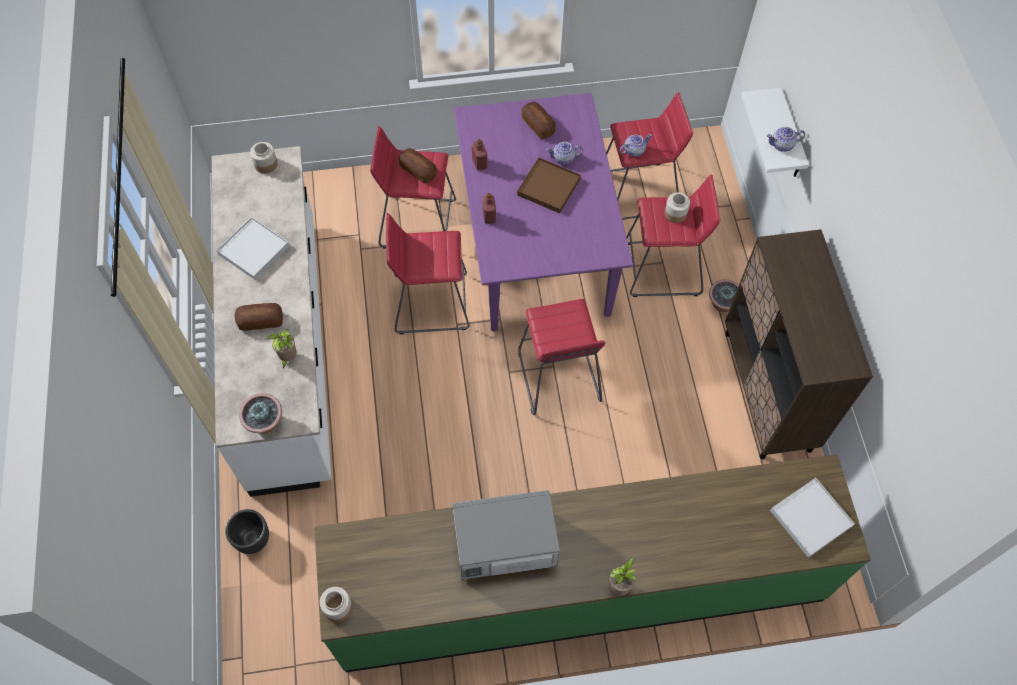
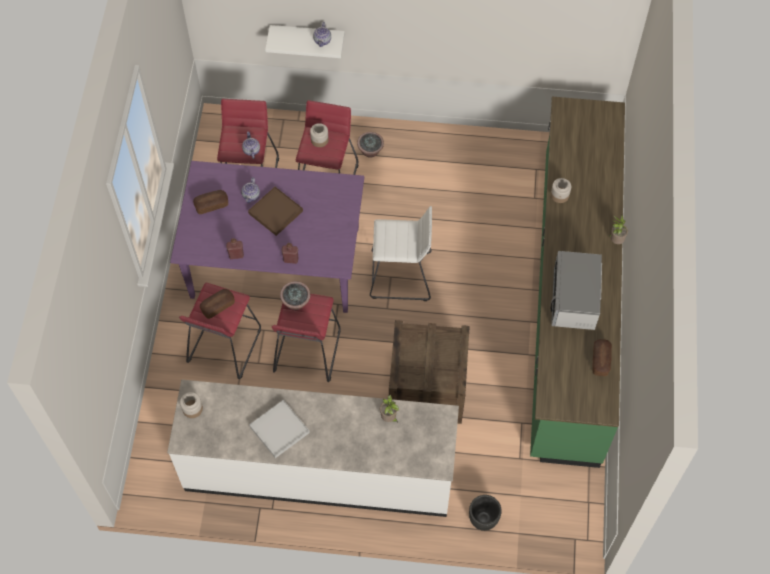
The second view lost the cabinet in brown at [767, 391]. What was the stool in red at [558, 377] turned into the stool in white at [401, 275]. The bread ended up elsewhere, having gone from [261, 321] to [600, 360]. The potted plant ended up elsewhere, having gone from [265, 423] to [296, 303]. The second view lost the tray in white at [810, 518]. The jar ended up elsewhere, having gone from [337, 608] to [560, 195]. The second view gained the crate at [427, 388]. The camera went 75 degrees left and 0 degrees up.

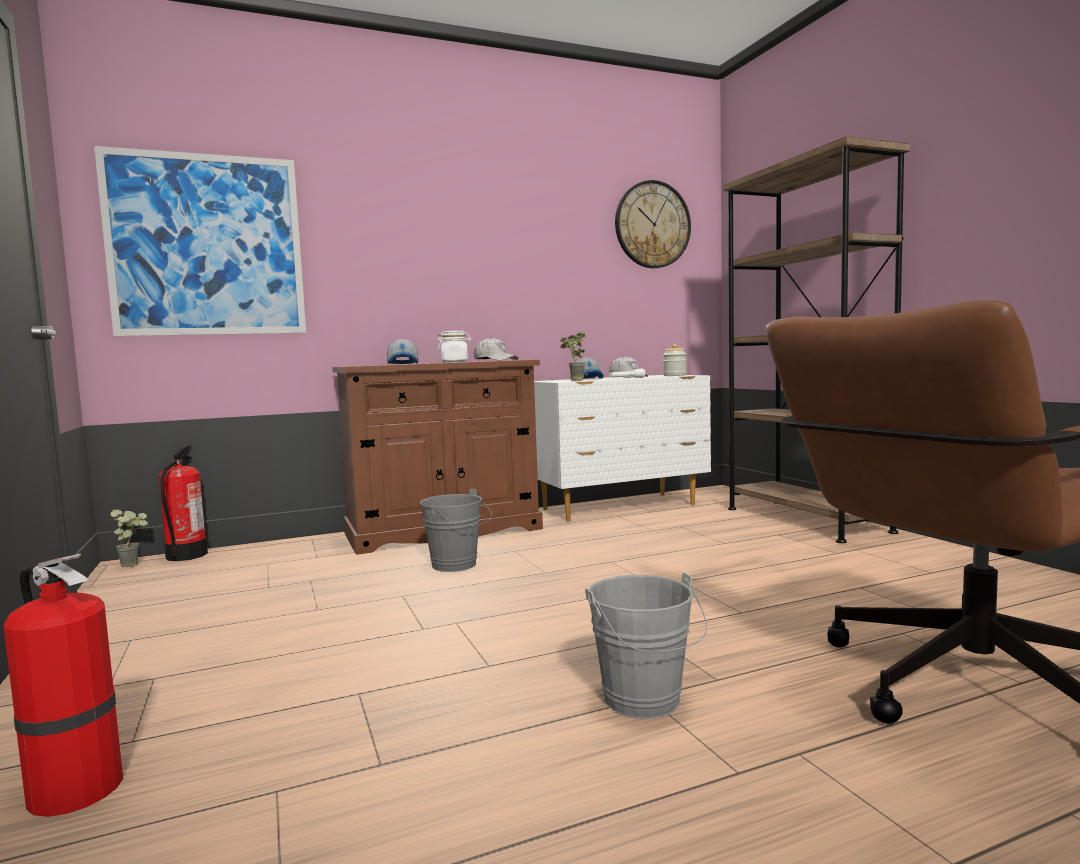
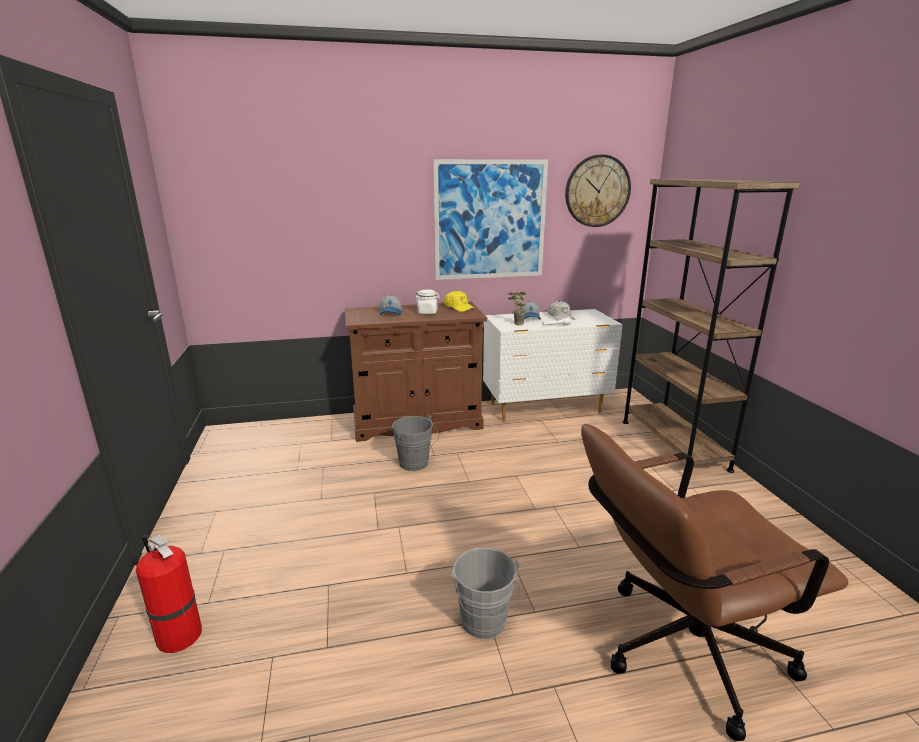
The picture ended up elsewhere, having gone from [207, 245] to [490, 220]. What was the cap in white at [495, 360] turned into the cap in yellow at [458, 307]. The second view lost the jar at [675, 375]. The second view lost the fire extinguisher at [186, 555]. The second view lost the potted plant at [134, 564]. The camera went 10 degrees right and 15 degrees up.

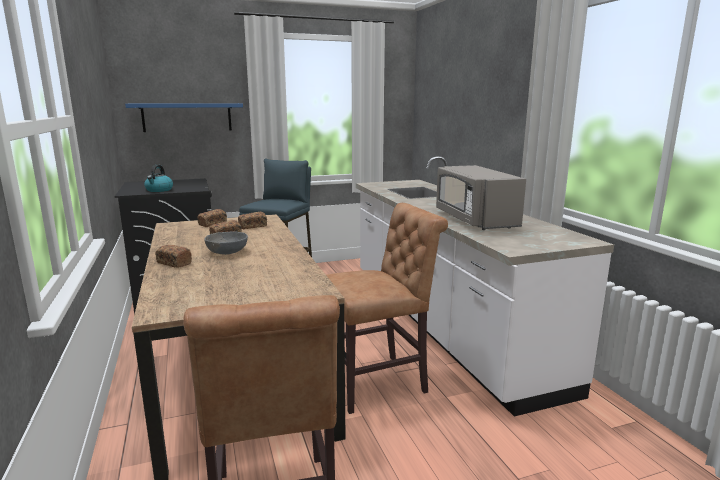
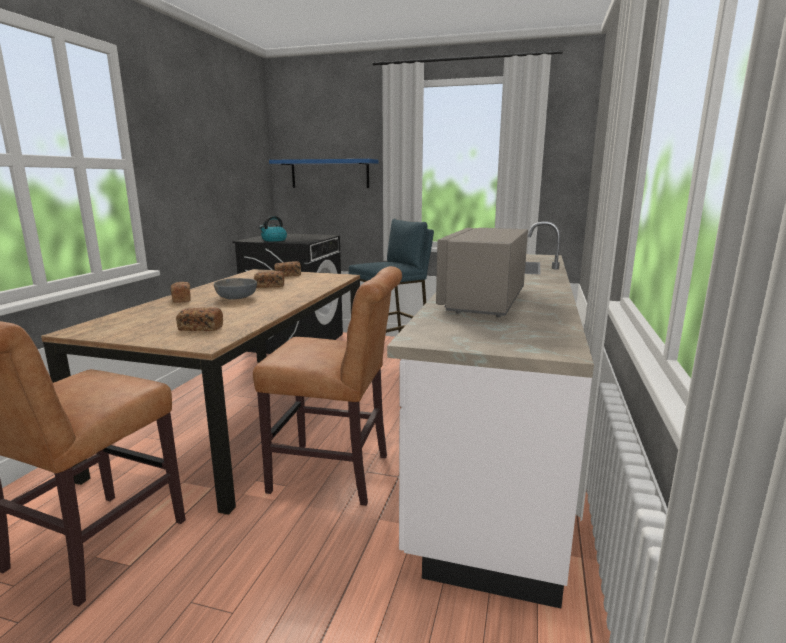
The bread ended up elsewhere, having gone from [253, 226] to [200, 328]. The camera went 35 degrees right and 0 degrees up.

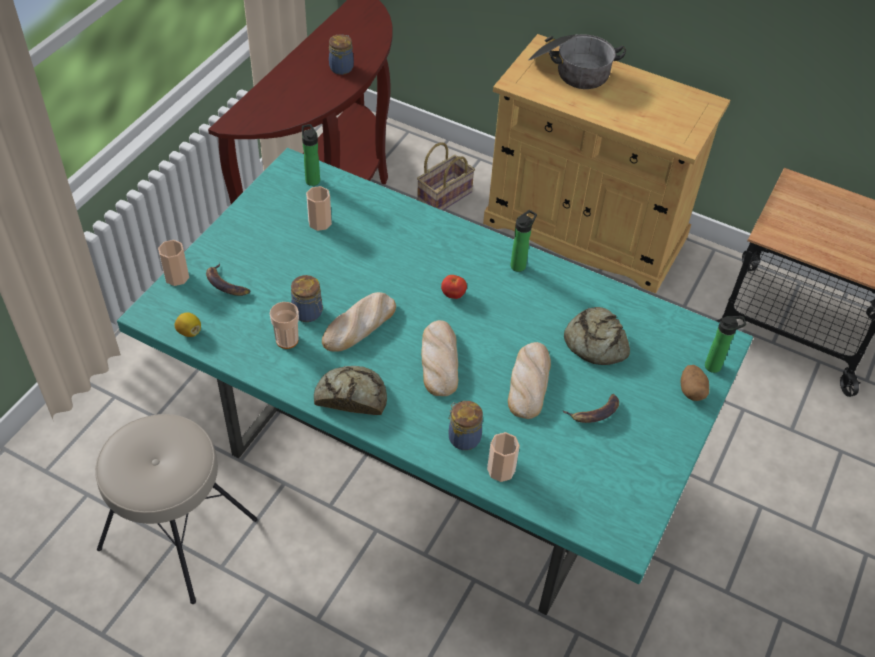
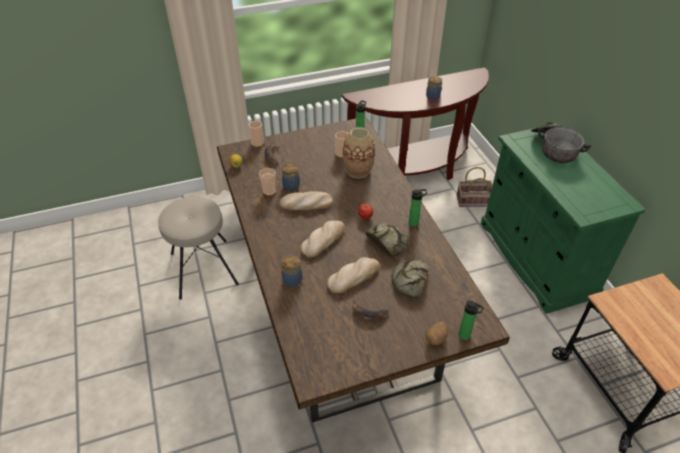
What was the cabinet in beige at [584, 231] turned into the cabinet in green at [536, 258]. What was the dining table in turquoise at [429, 451] turned into the dining table in brown at [339, 308]. The bread ended up elsewhere, having gone from [351, 395] to [387, 242]. The second view lost the cup at [501, 470]. The second view gained the vase at [358, 171]. The camera went 45 degrees right and 5 degrees down.

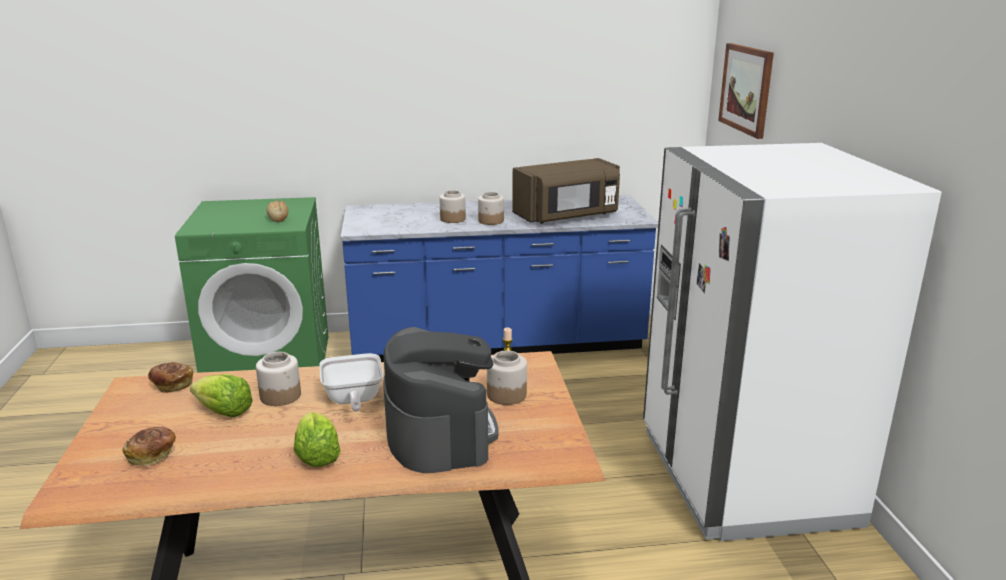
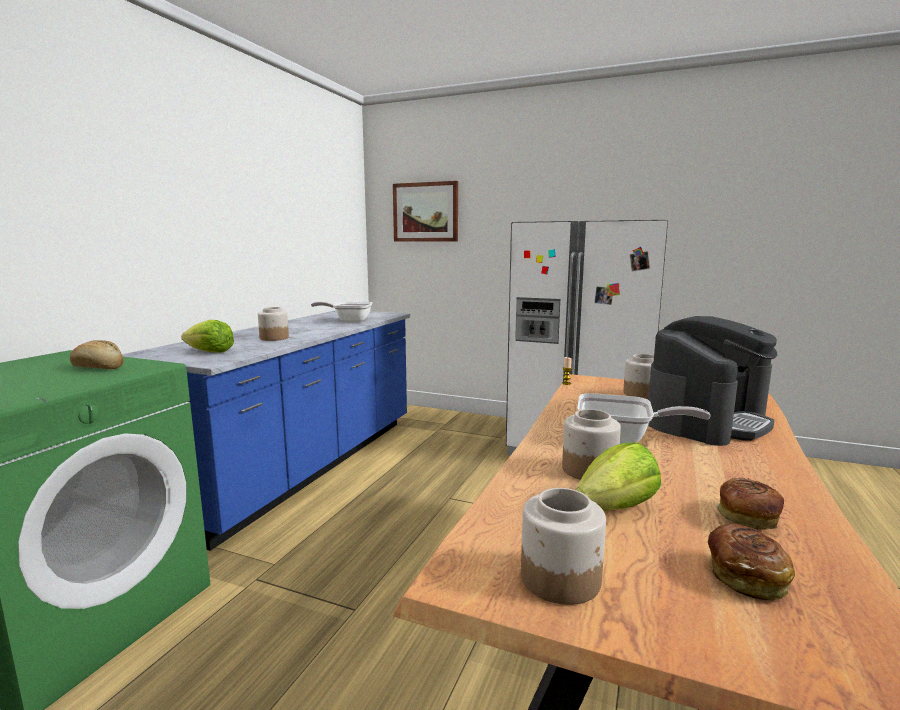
Where the microwave in brown stood at [567, 216], the frying pan came to stand at [349, 321]. The jar ended up elsewhere, having gone from [491, 221] to [561, 578]. The coffee machine at [439, 433] ended up facing another way, 120 degrees clockwise from before. The bread ended up elsewhere, having gone from [172, 385] to [747, 518]. The lettuce ended up elsewhere, having gone from [317, 456] to [210, 352]. The camera went 60 degrees left and 10 degrees down.

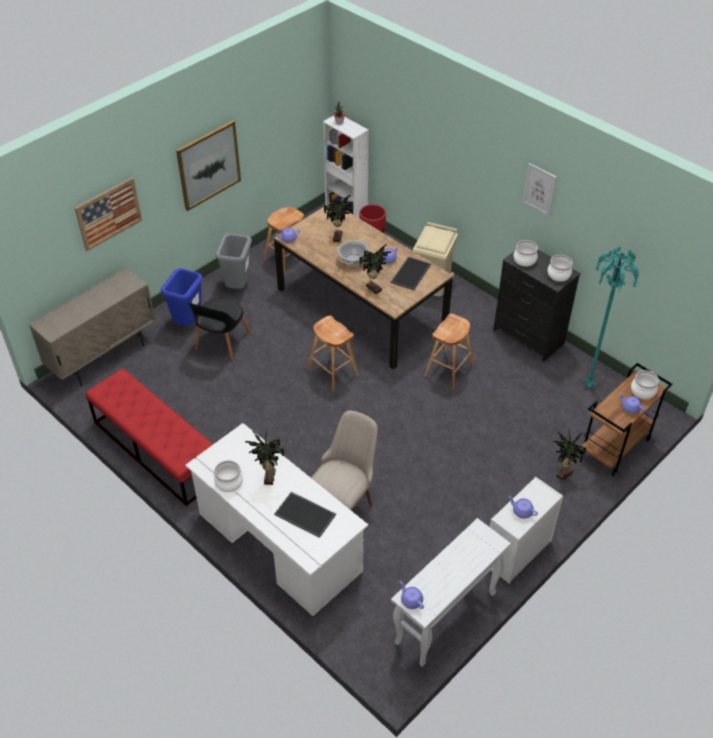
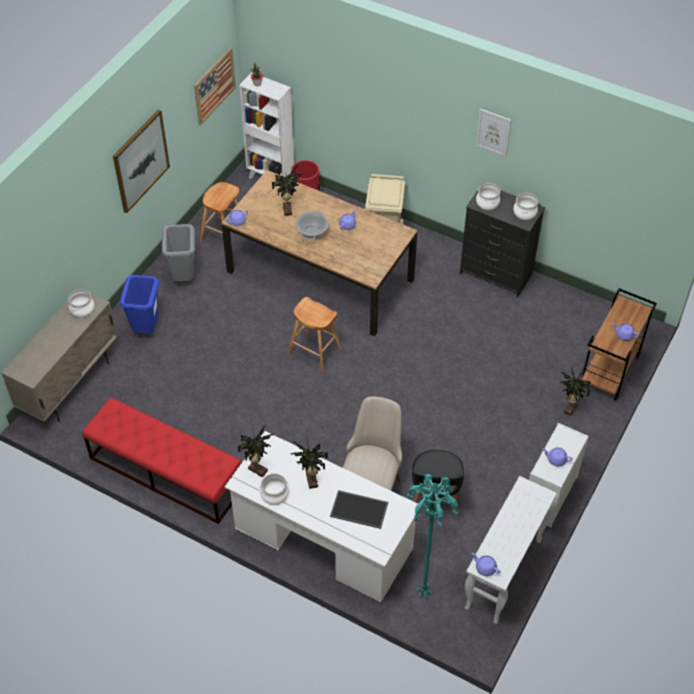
The picture ended up elsewhere, having gone from [108, 213] to [214, 86]. The potted plant ended up elsewhere, having gone from [374, 288] to [258, 469]. The floor lamp in turquoise ended up elsewhere, having gone from [588, 386] to [423, 594]. The second view lost the tray at [410, 273]. The chair in black ended up elsewhere, having gone from [221, 343] to [435, 498]. The second view lost the stool in brown at [449, 370]. The cooking pot ended up elsewhere, having gone from [643, 391] to [82, 309]. The camera went 15 degrees left and 5 degrees up.

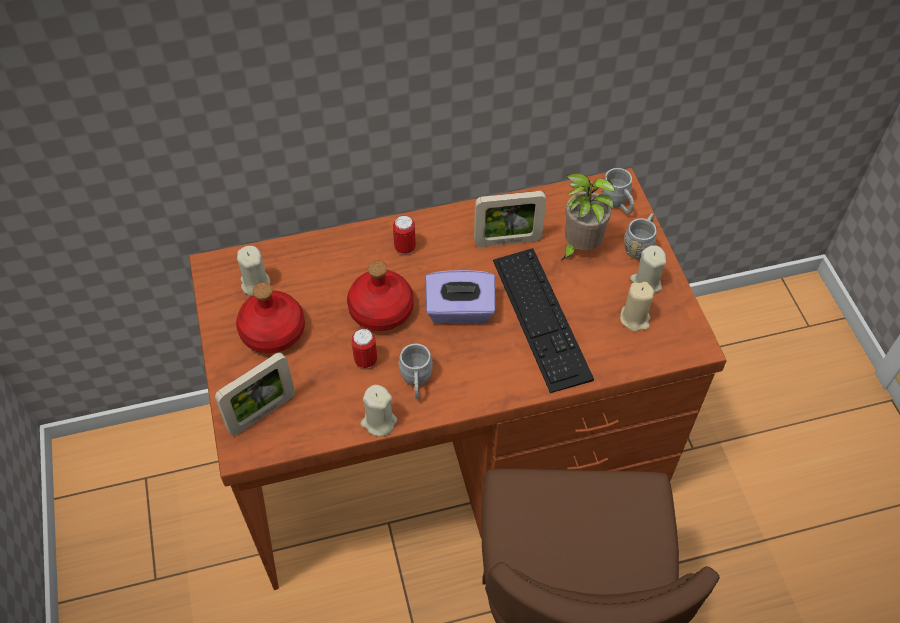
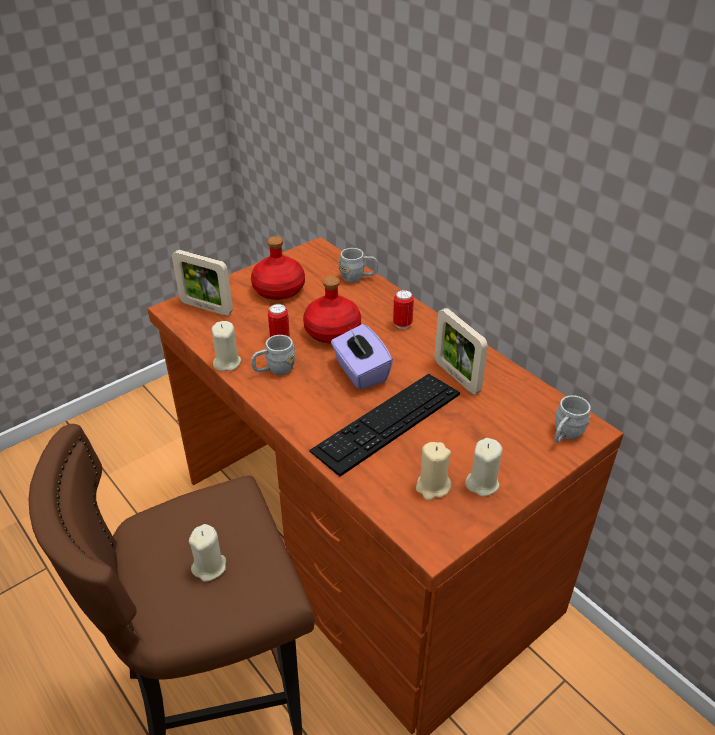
The second view lost the potted plant at [579, 247]. The mug in grey ended up elsewhere, having gone from [640, 245] to [358, 277]. The candle in beige ended up elsewhere, having gone from [255, 284] to [209, 566]. The camera went 65 degrees right and 15 degrees down.

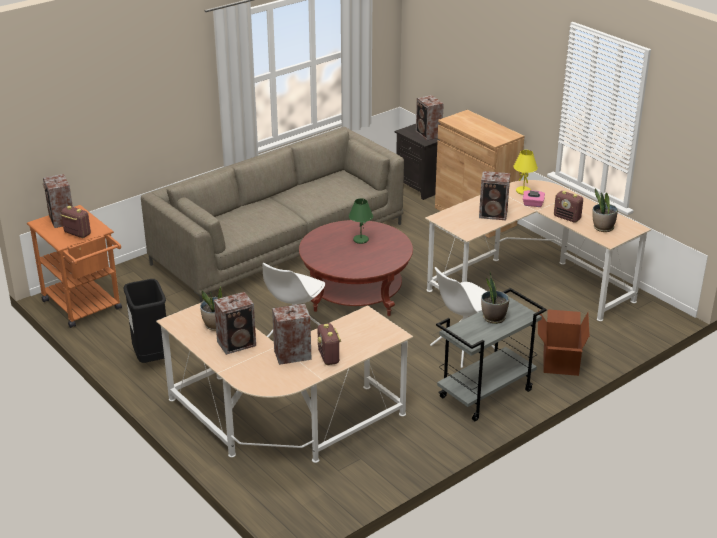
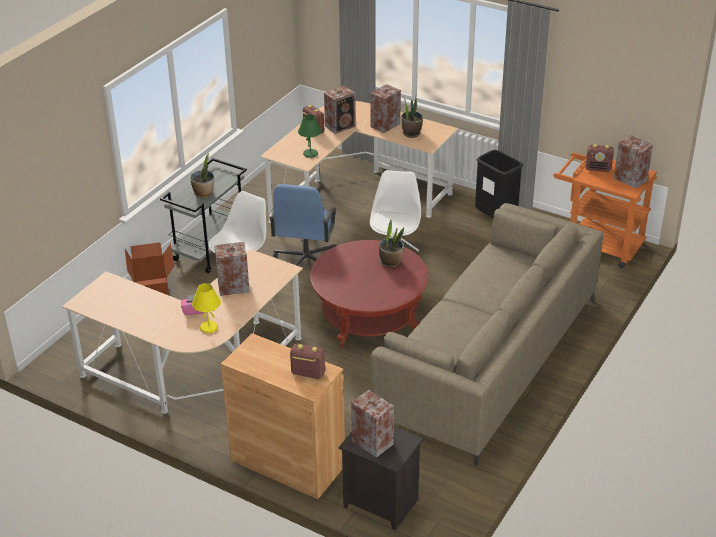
The potted plant ended up elsewhere, having gone from [603, 228] to [390, 262]. The radio ended up elsewhere, having gone from [567, 218] to [307, 373]. The table lamp in green ended up elsewhere, having gone from [360, 240] to [310, 154]. The second view gained the office chair in blue at [305, 260]. The camera went 160 degrees right and 5 degrees up.

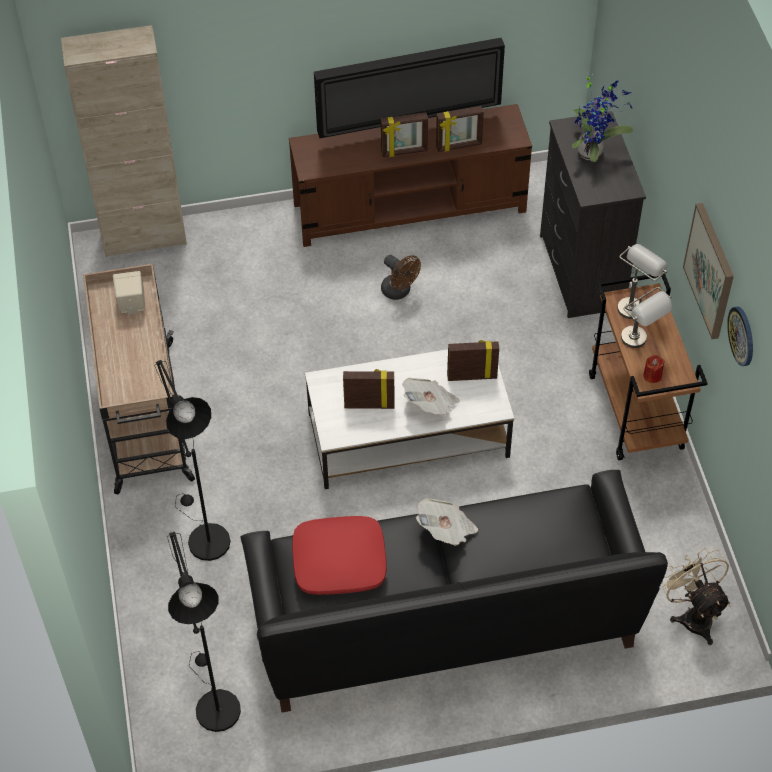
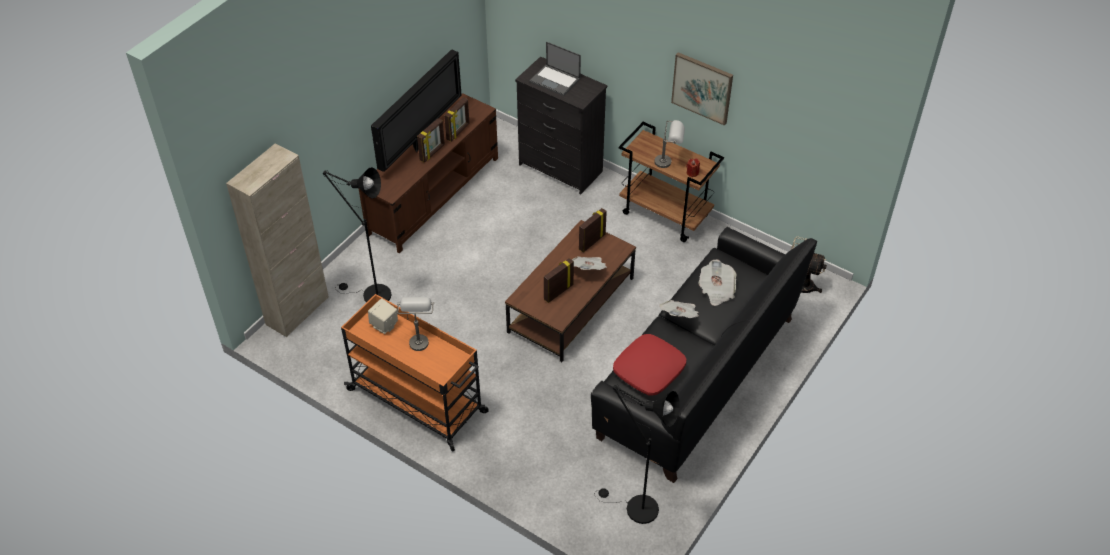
Where the potted plant stood at [593, 151], the laptop came to stand at [555, 80]. The table lamp in grey ended up elsewhere, having gone from [635, 303] to [418, 338]. The second view lost the fan in brown at [399, 291]. What was the cart in beige at [144, 418] turned into the cart in orange at [418, 401]. The second view lost the wall clock at [742, 336]. What was the coffee table in white at [408, 435] turned into the coffee table in brown at [571, 305]. The floor lamp in black ended up elsewhere, having gone from [204, 536] to [371, 295]. The second view gained the newspaper at [716, 290]. The camera went 45 degrees left and 5 degrees down.

